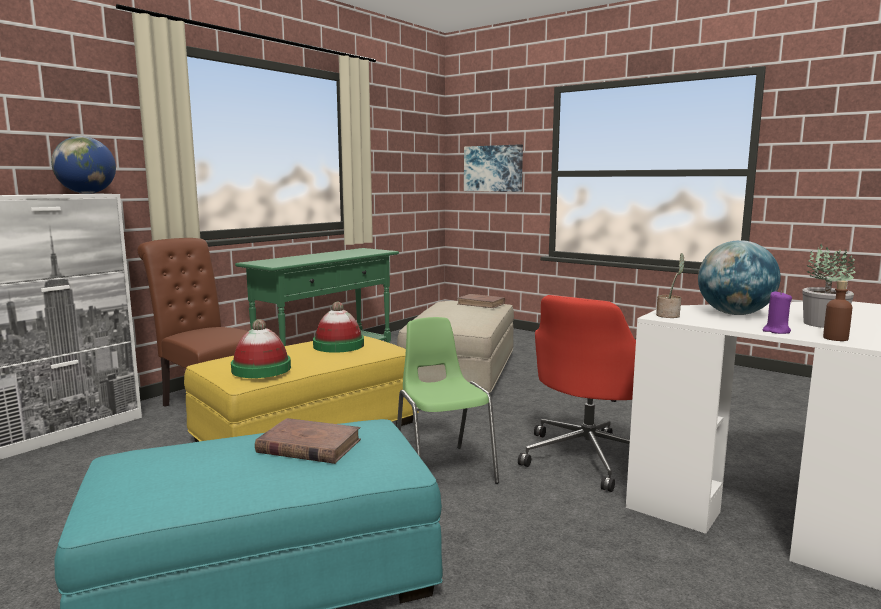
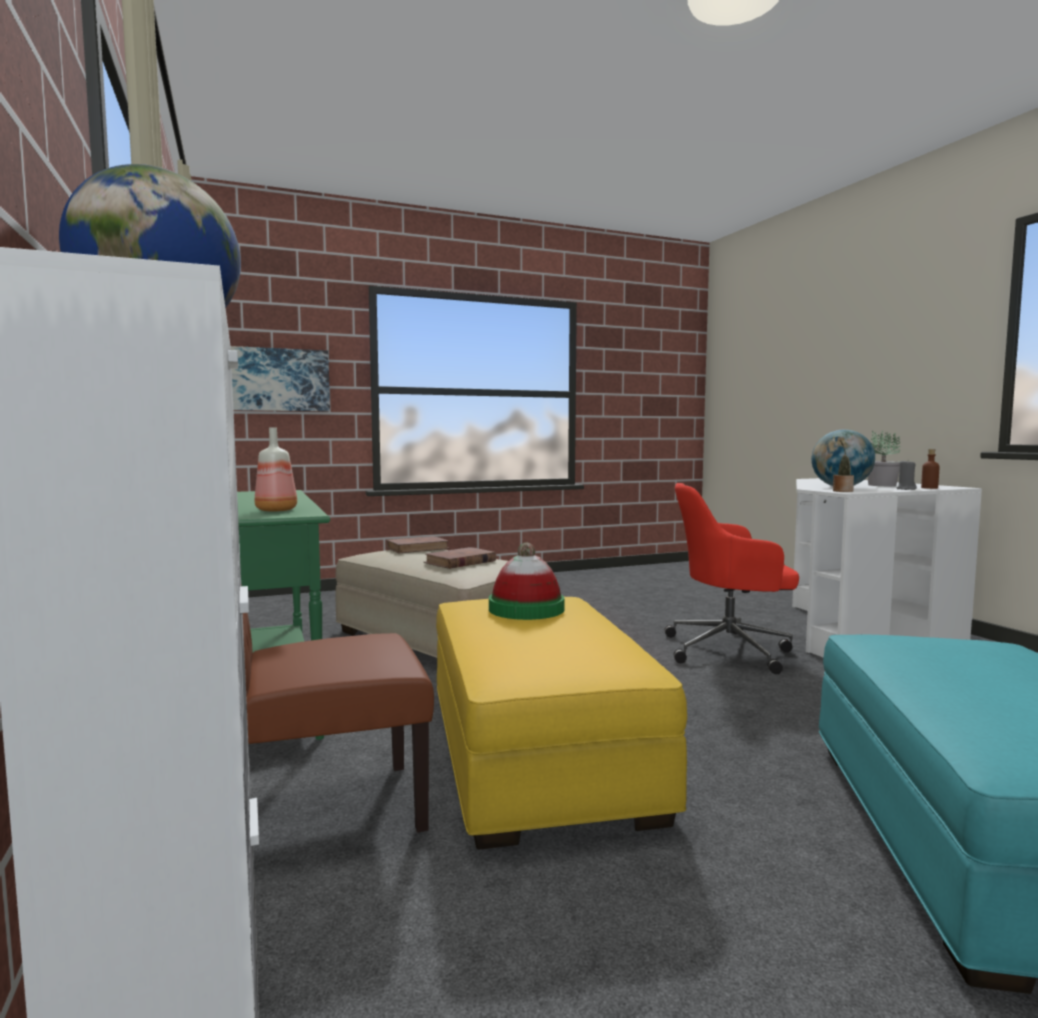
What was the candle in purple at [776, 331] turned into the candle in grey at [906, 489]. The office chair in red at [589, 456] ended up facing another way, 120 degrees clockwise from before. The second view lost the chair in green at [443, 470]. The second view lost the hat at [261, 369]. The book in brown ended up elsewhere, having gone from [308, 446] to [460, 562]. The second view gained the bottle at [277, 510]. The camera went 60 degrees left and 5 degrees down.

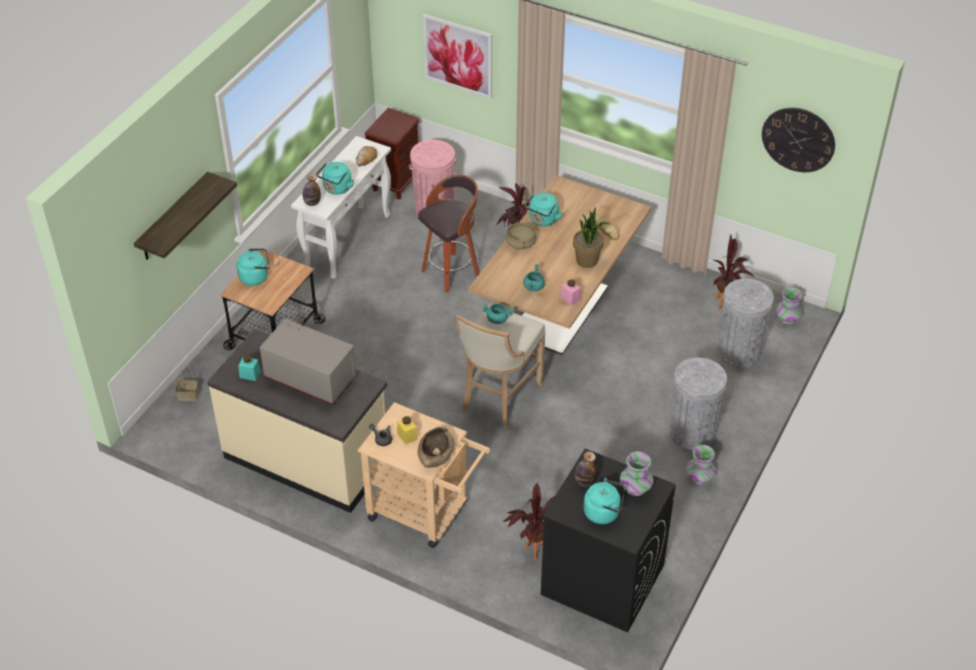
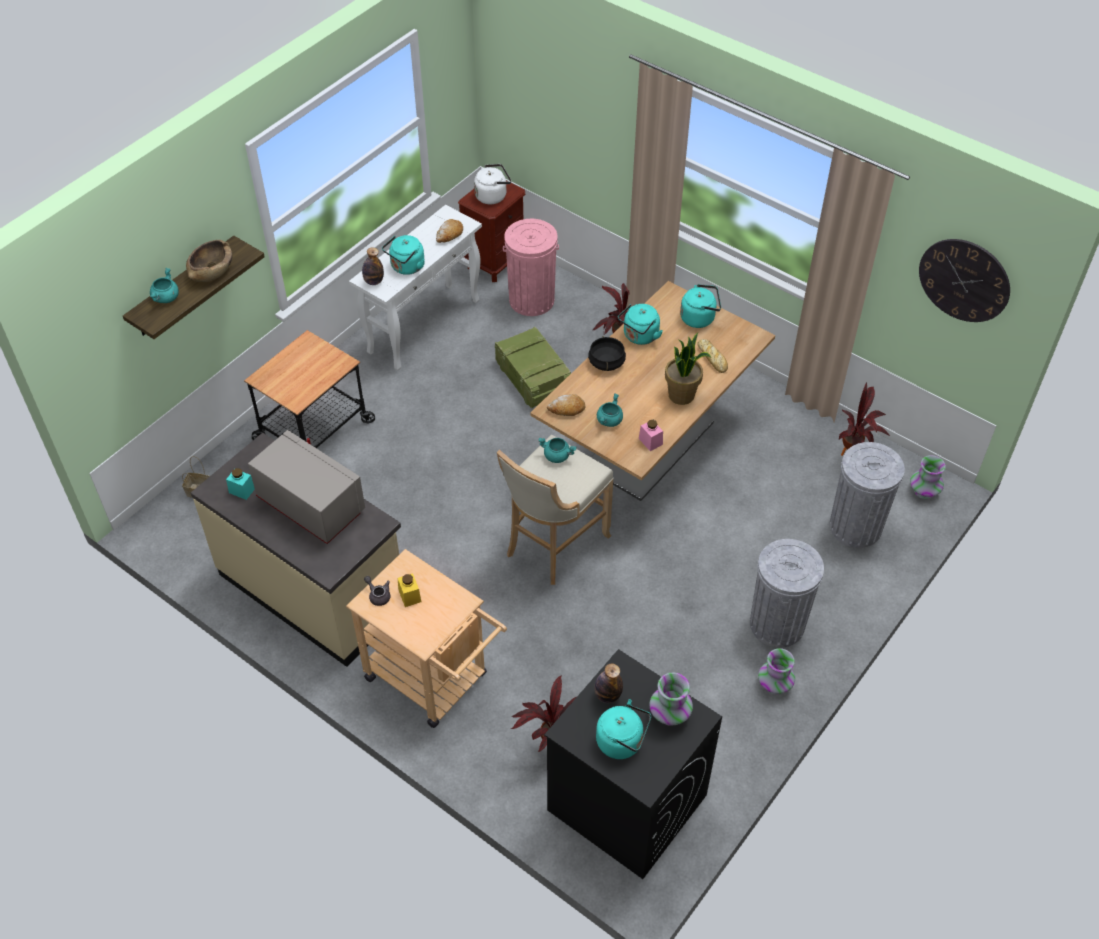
The second view lost the picture at [458, 56]. Where the stool stood at [451, 272], the crate came to stand at [534, 379]. What was the cooking pot in beige at [520, 243] turned into the cooking pot in black at [606, 362]. The kettle in turquoise ended up elsewhere, having gone from [256, 277] to [699, 318]. The bowl in brown ended up elsewhere, having gone from [435, 455] to [211, 271]. The second view gained the kettle in white at [492, 196]. The second view gained the cooking pot in turquoise at [166, 298]. The second view gained the bread at [566, 409]. The camera went 10 degrees right and 5 degrees up.

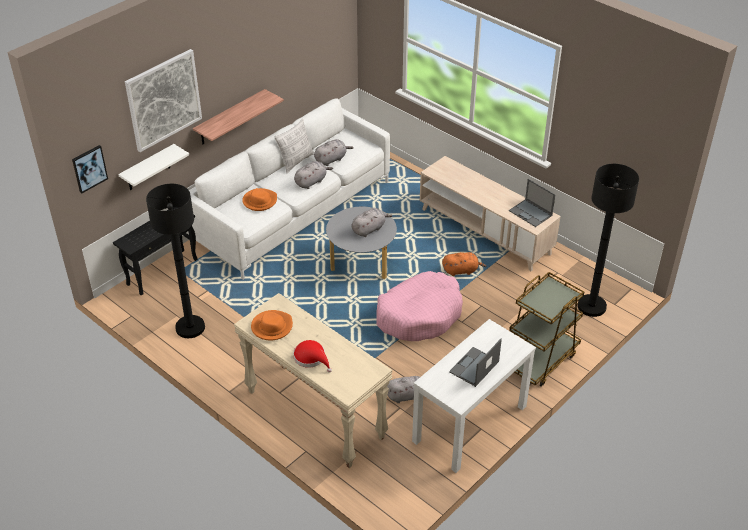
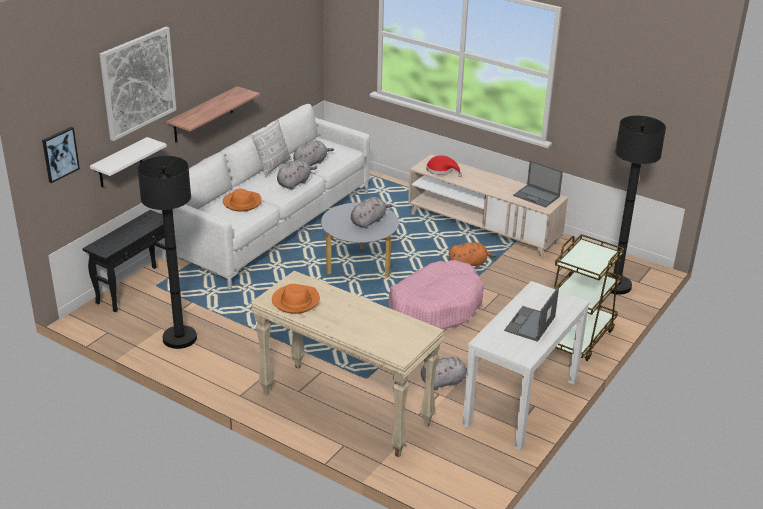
The hat in red ended up elsewhere, having gone from [311, 358] to [441, 170]. The camera went 10 degrees left and 10 degrees down.

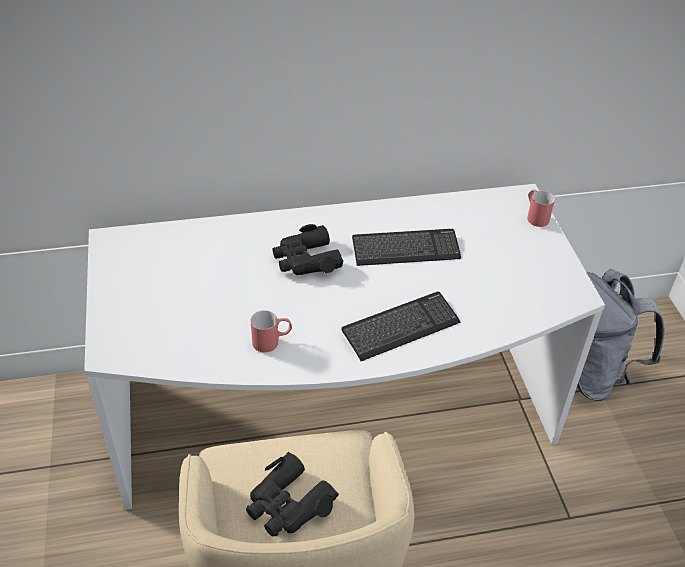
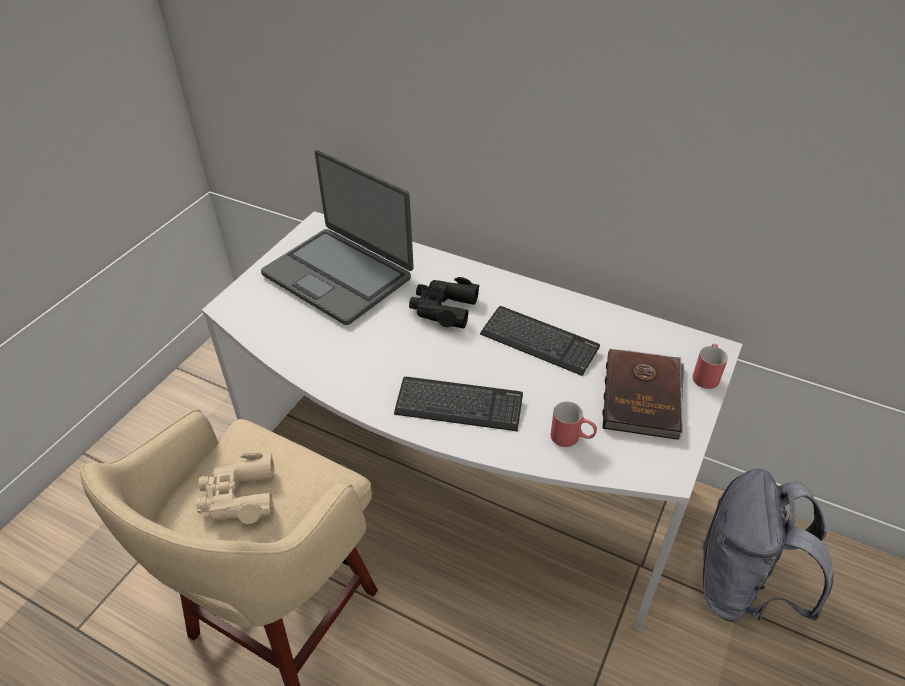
The mug in red ended up elsewhere, having gone from [272, 341] to [572, 438]. What was the binoculars in black at [288, 504] turned into the binoculars in beige at [239, 496]. The second view gained the laptop at [339, 275]. The second view gained the book in brown at [643, 396]. The camera went 40 degrees right and 0 degrees up.

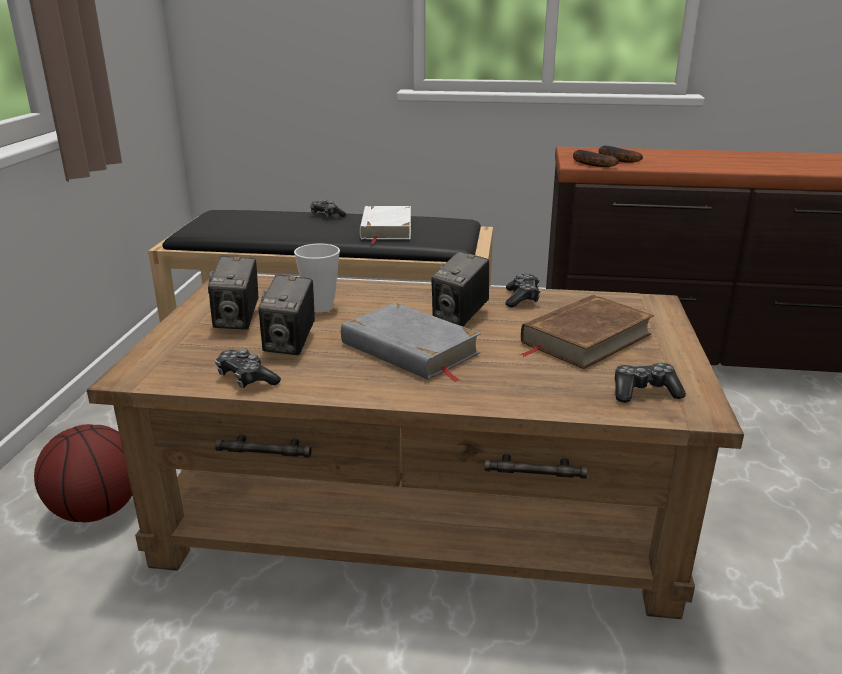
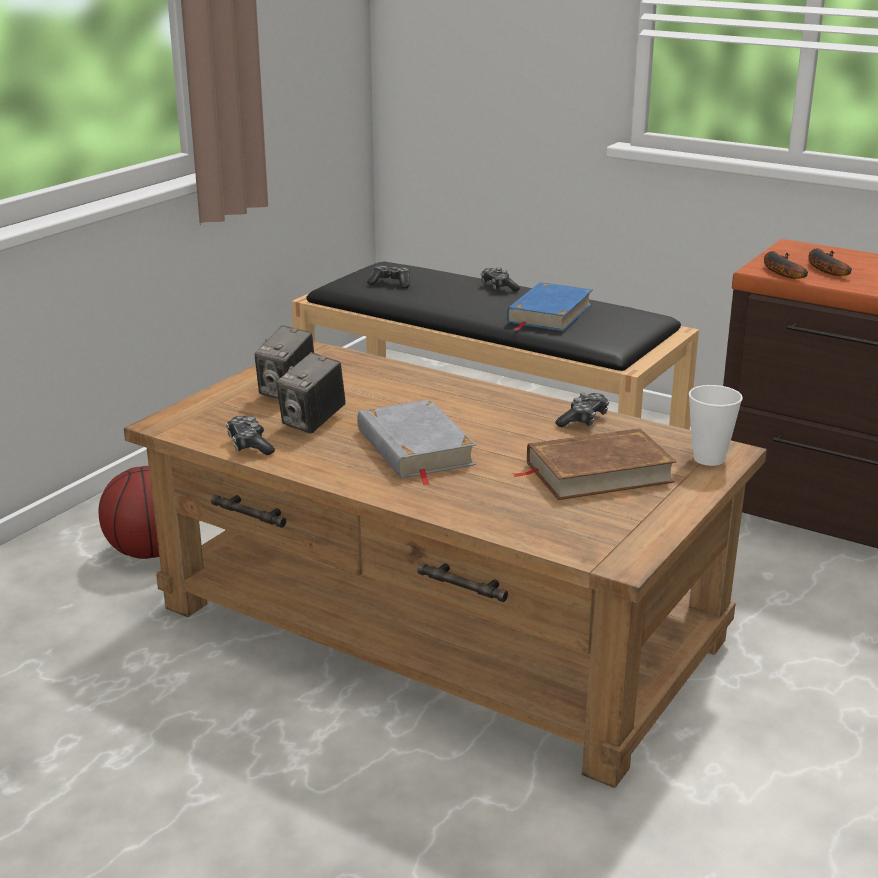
What was the book in white at [385, 228] turned into the book in blue at [549, 313]. The cup ended up elsewhere, having gone from [320, 307] to [708, 459]. The second view lost the photo camera at [460, 316]. The game controller ended up elsewhere, having gone from [644, 392] to [391, 283]. The camera went 25 degrees right and 0 degrees up.

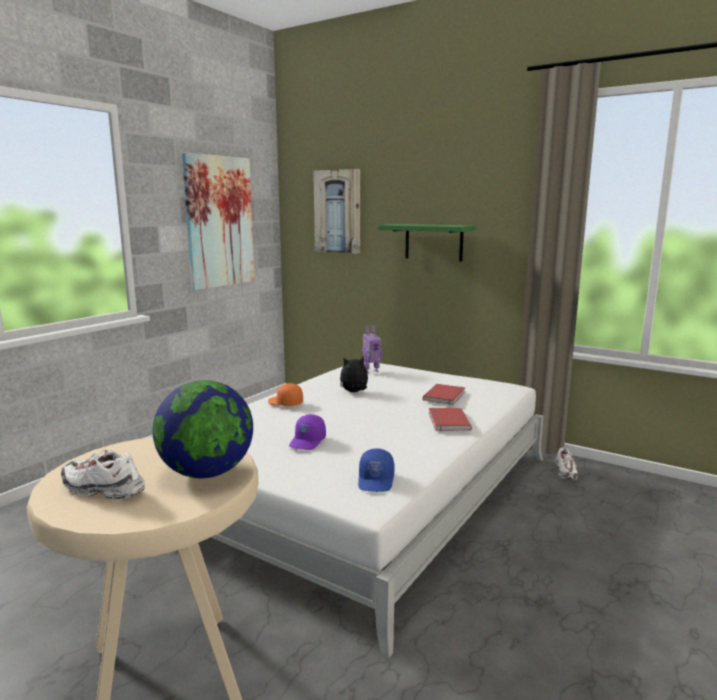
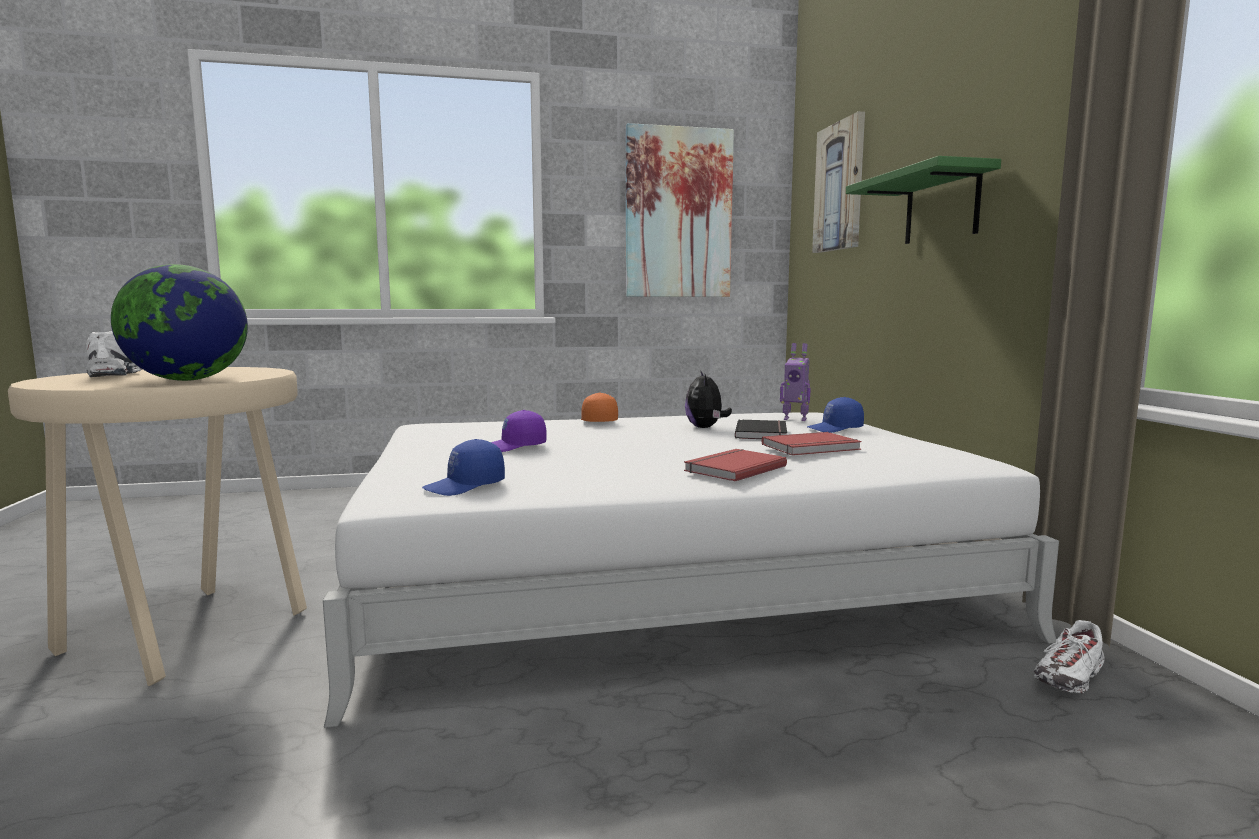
The plush toy at [354, 392] ended up facing another way, 120 degrees counterclockwise from before. The second view gained the cap in blue at [835, 429]. The second view gained the book in black at [763, 433]. The camera went 45 degrees right and 5 degrees down.

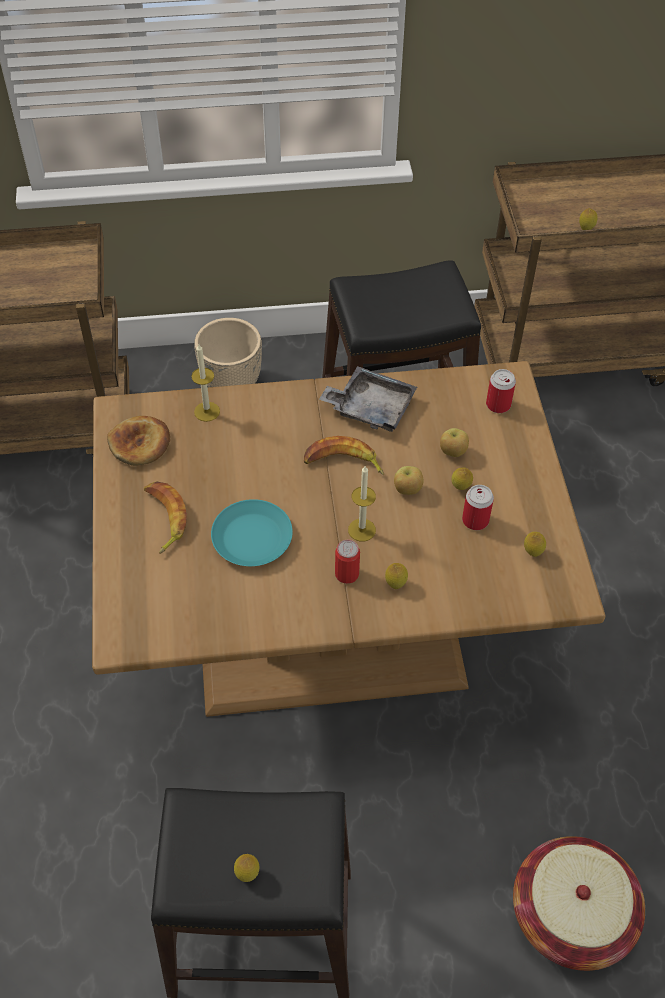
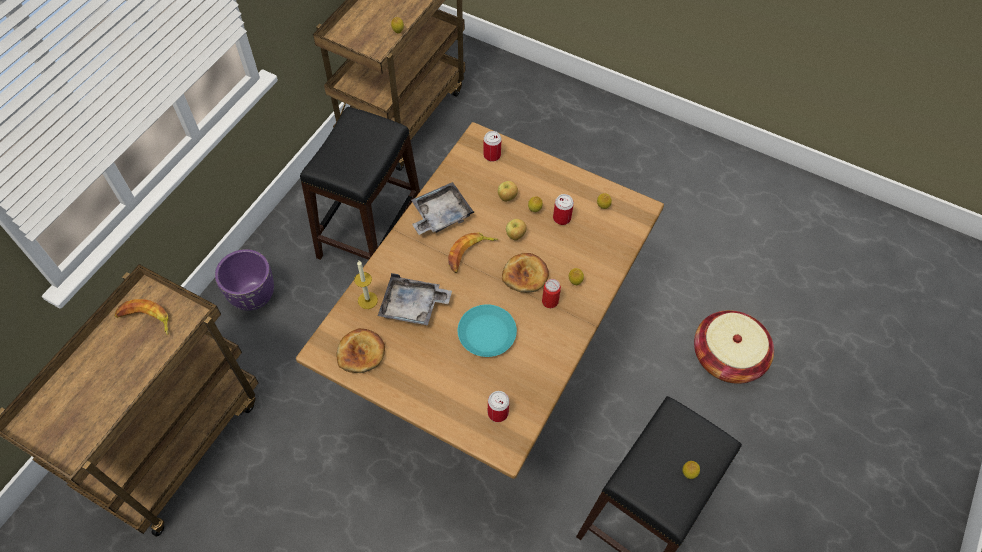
What was the planter in beige at [231, 383] turned into the planter in purple at [253, 297]. Where the candle stood at [361, 530], the bread came to stand at [525, 275]. The banana ended up elsewhere, having gone from [163, 518] to [145, 319]. The second view gained the tray in grey at [413, 306]. The second view gained the can at [498, 412]. The camera went 55 degrees left and 5 degrees up.

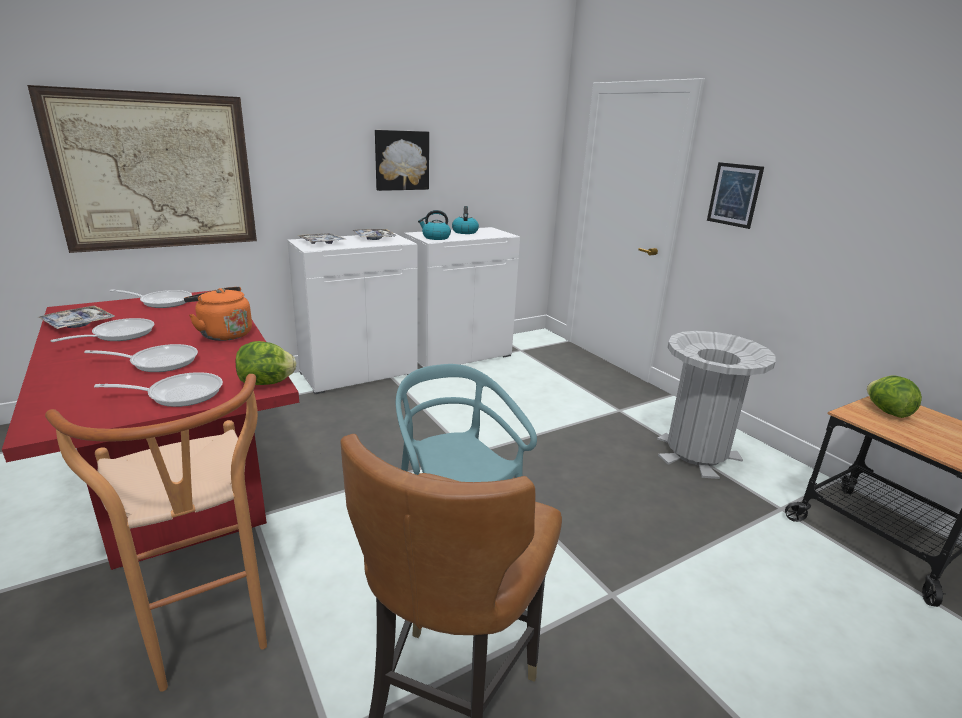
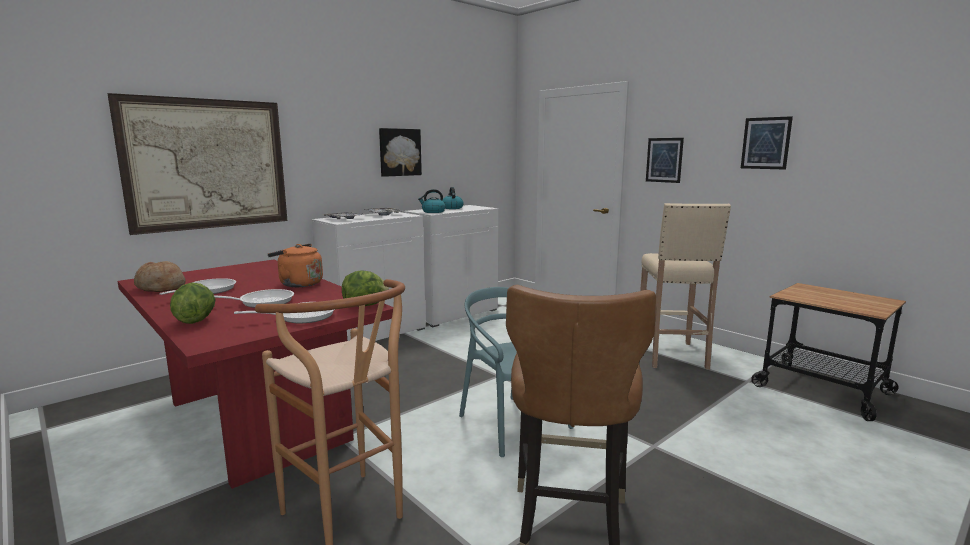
The second view lost the frying pan at [162, 302]. Where the tray stood at [78, 323], the bread came to stand at [161, 287]. Where the trash can in grey stood at [696, 453], the stool in beige came to stand at [671, 355]. The lettuce ended up elsewhere, having gone from [886, 411] to [195, 321]. The second view gained the picture at [765, 143]. The camera went 10 degrees left and 10 degrees down.

